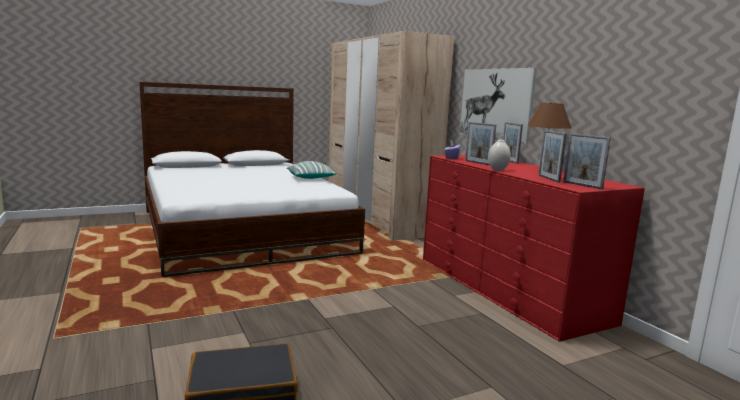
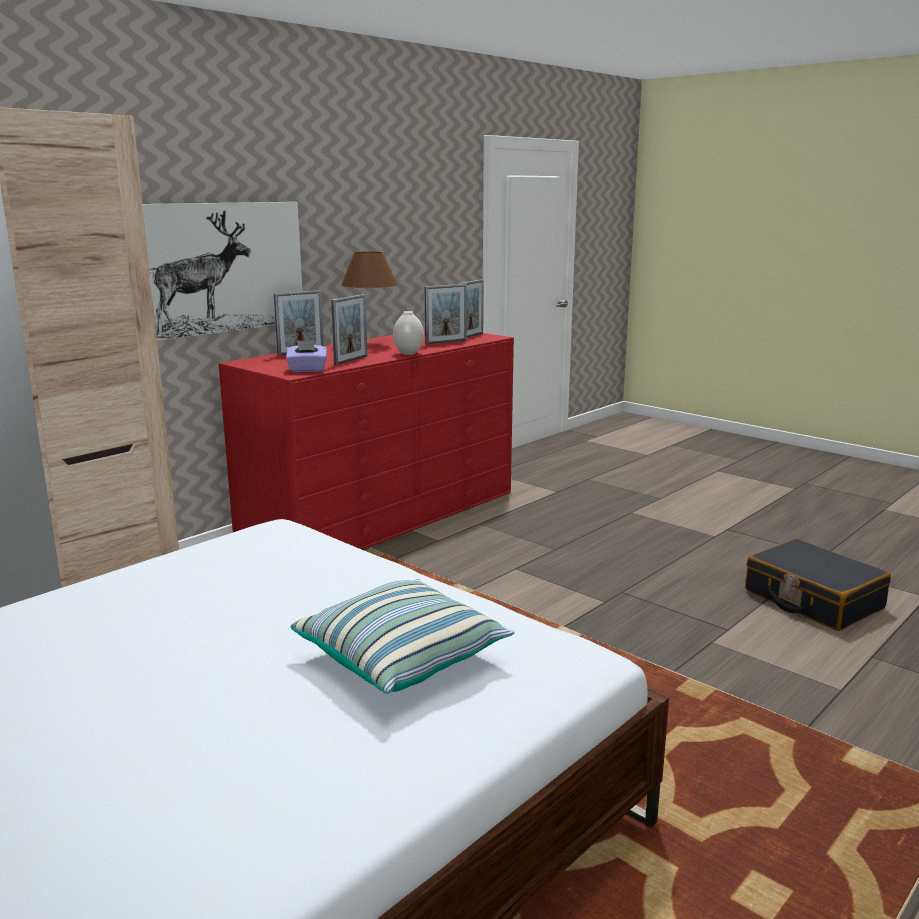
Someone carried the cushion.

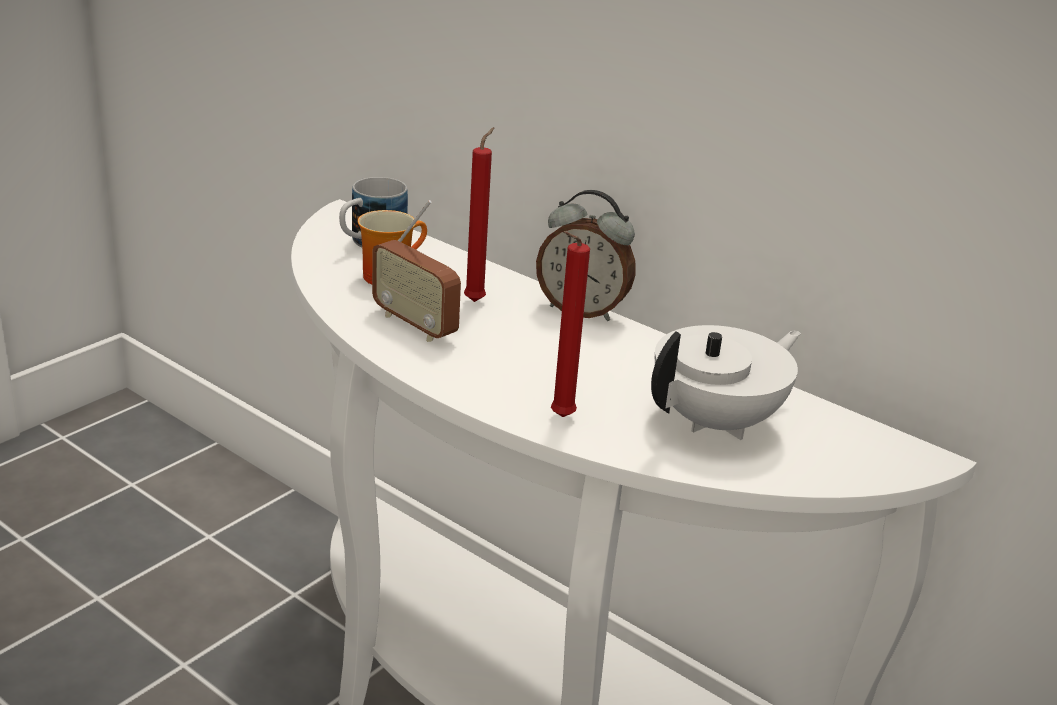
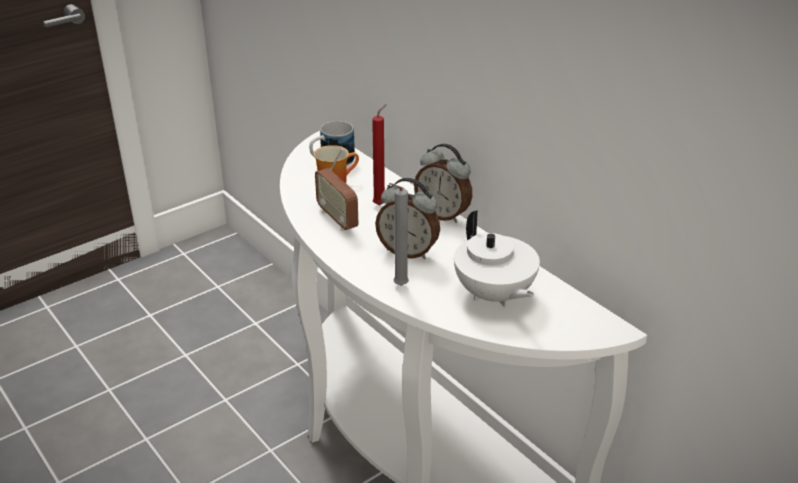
Someone repainted the wax candle/red (2nd from left), which became the wax candle/greyish.
Someone rotated the teapot/whitish by 90 degrees clockwise.
Someone put down the table clock (1st from left).

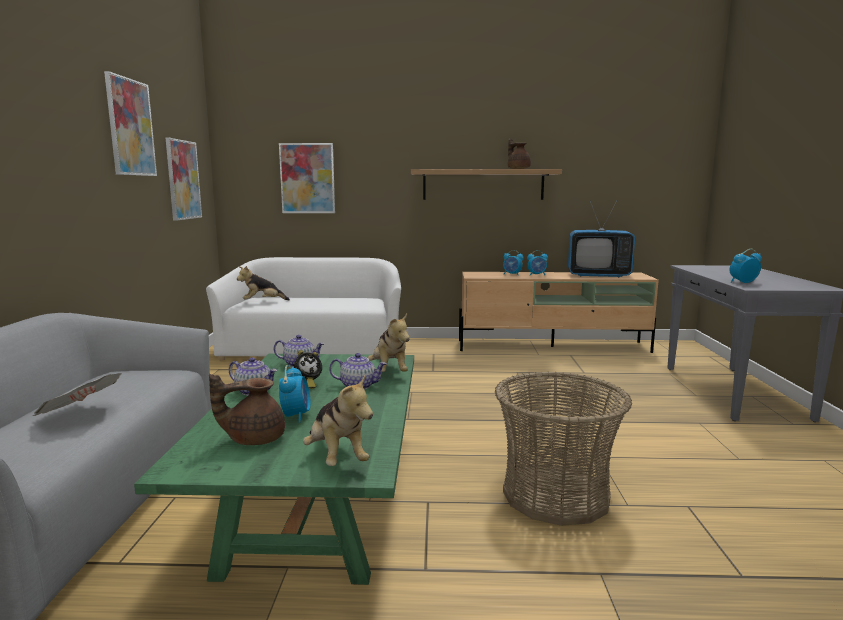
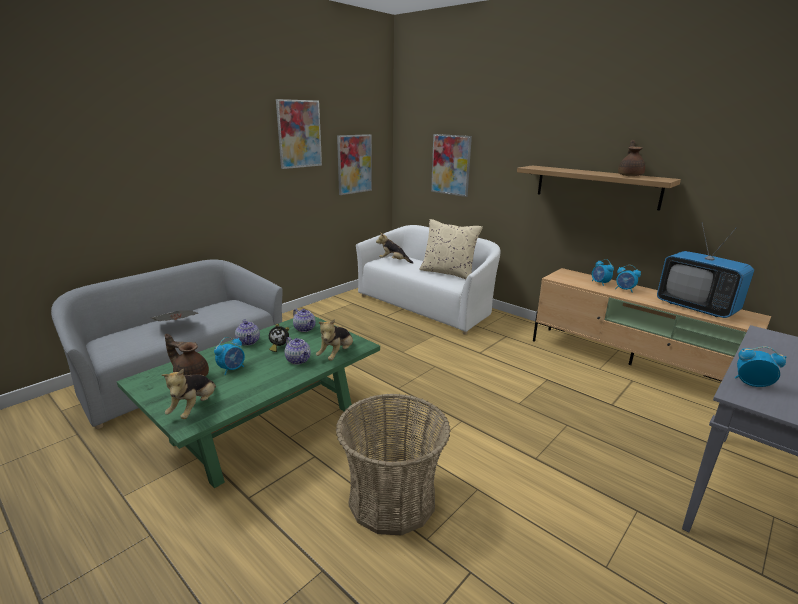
Someone put down the cushion/beige-coloured.

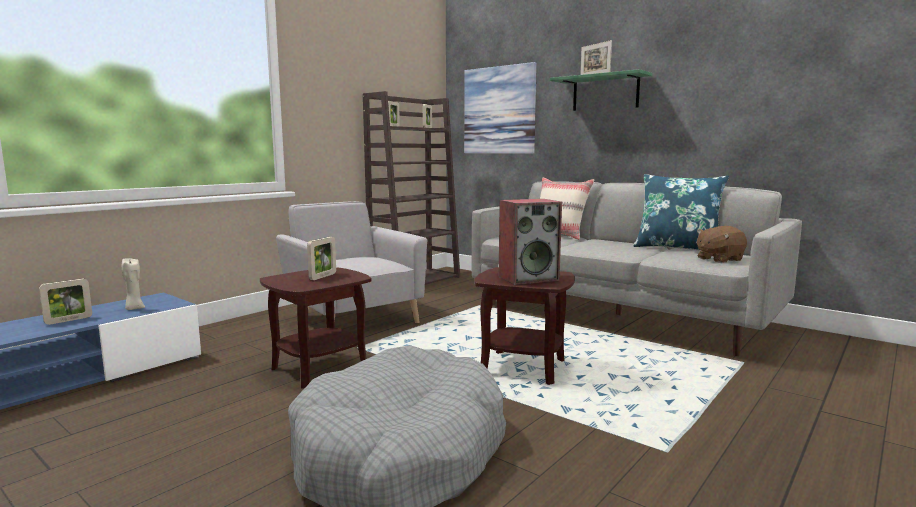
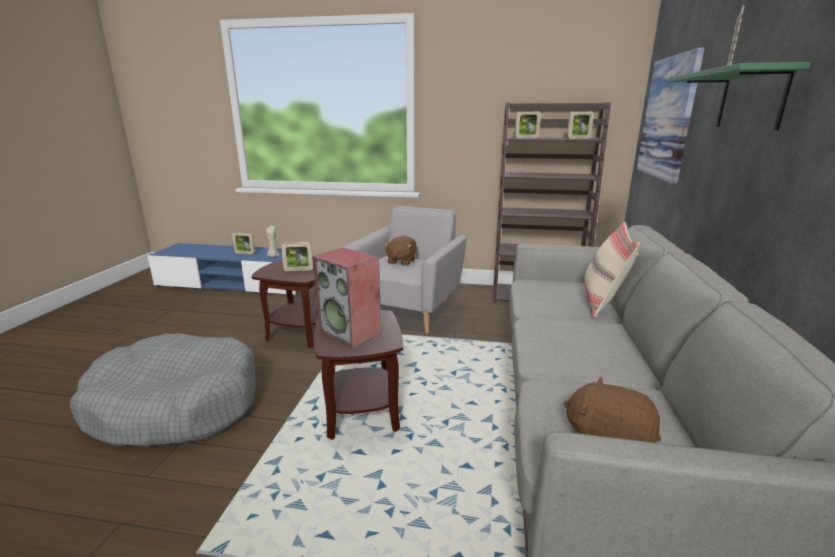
Someone took away the cushion/blue-coloured.
Someone put down the cuddly toy/brownish (1st from left).

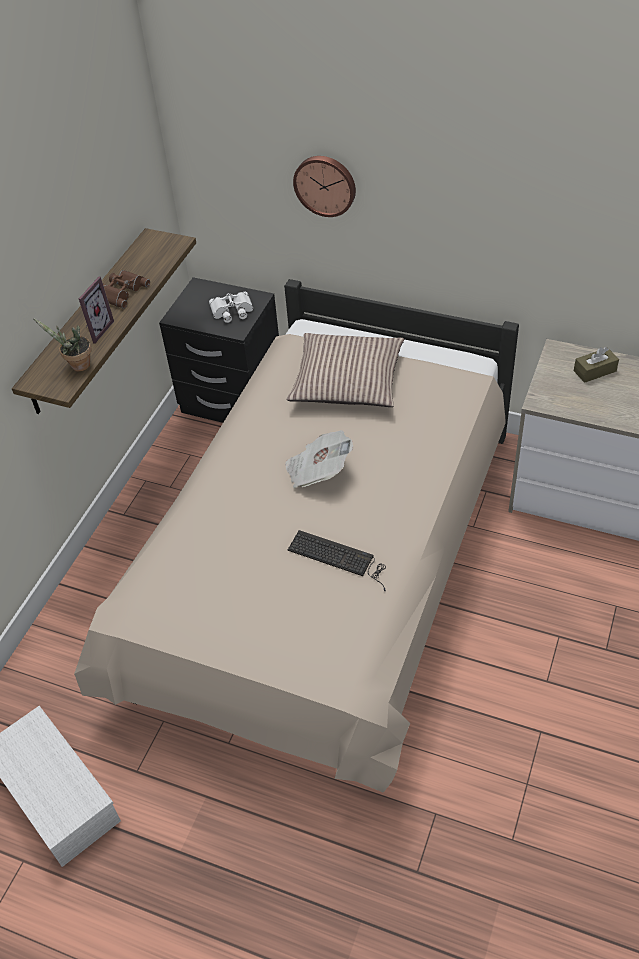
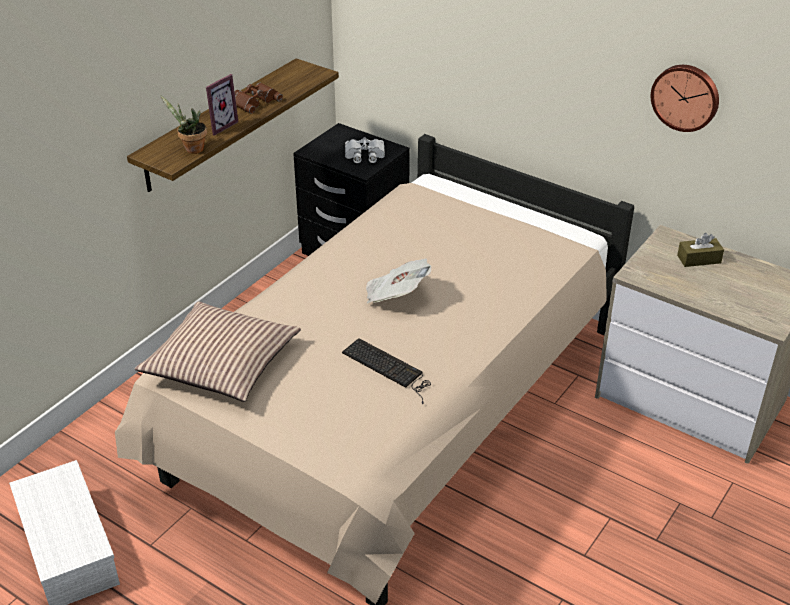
Someone carried the cushion.
Someone carried the wall clock.

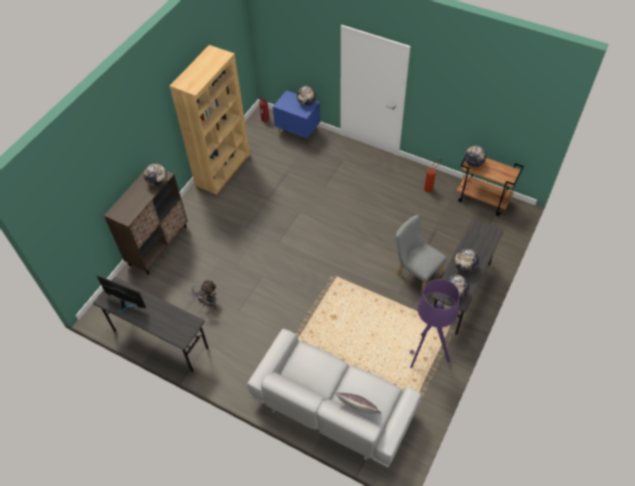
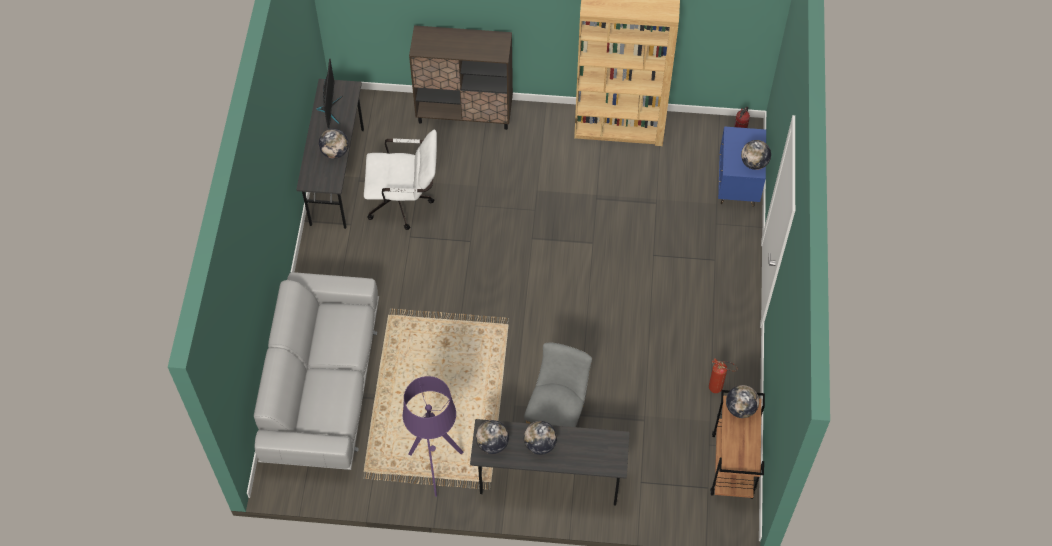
Someone carried the desk globe (1st from left).
Someone swapped the cooling fan/greyish for the desk chair/whitish.
Someone took away the cushion/greyish.

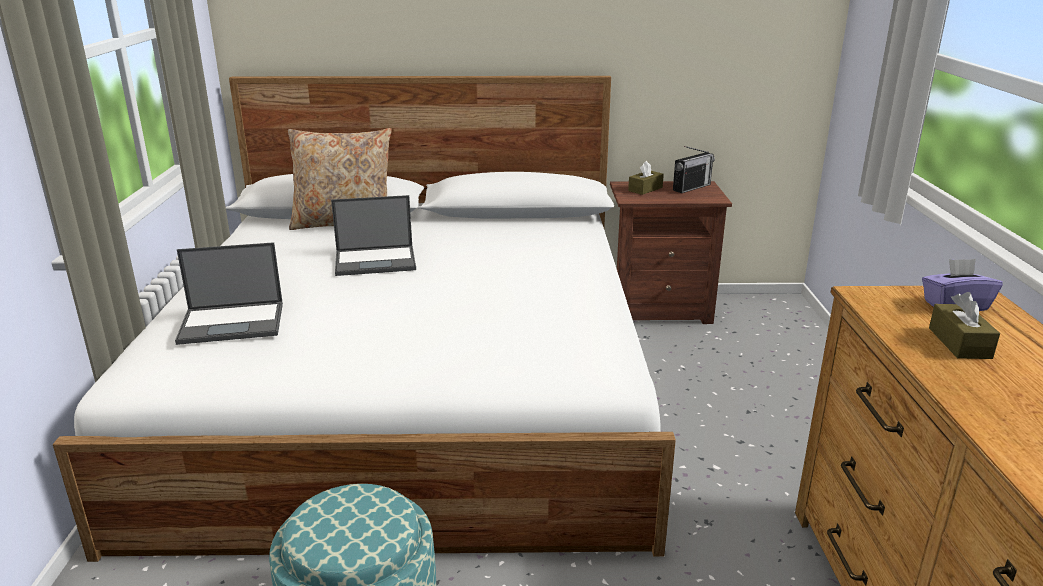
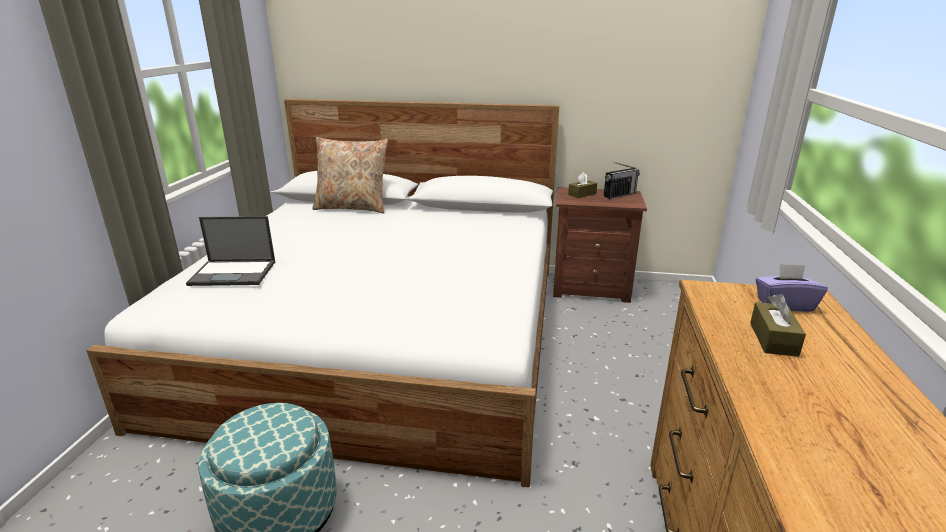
Someone took away the portable computer (2nd from left).

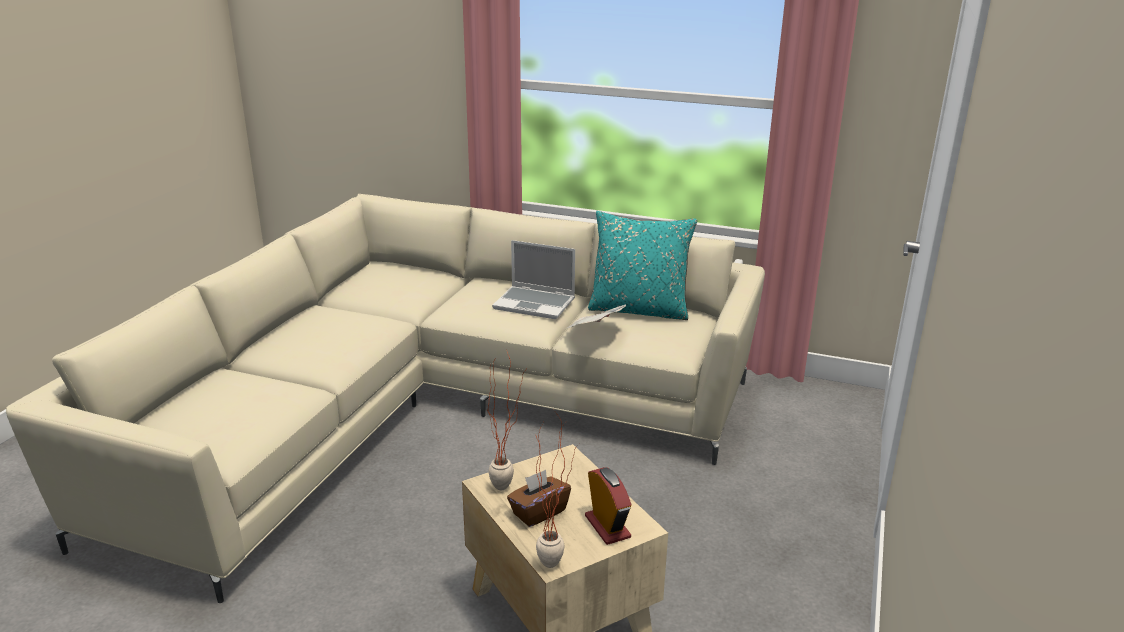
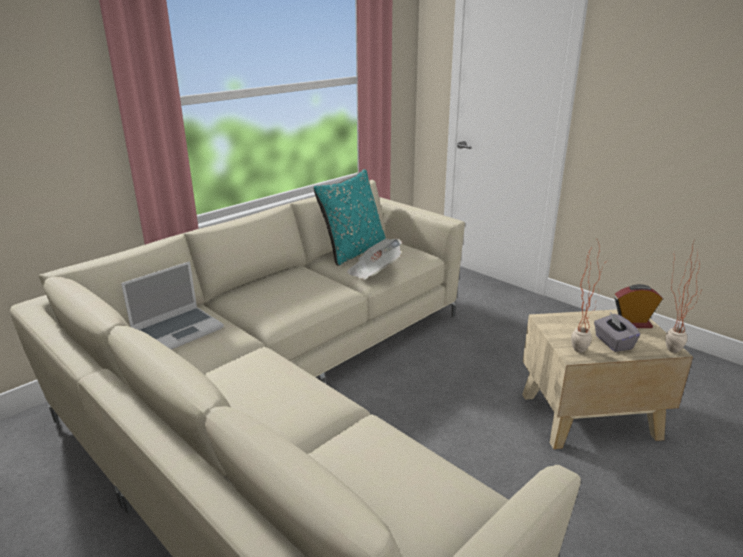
Someone carried the portable computer.
Someone repainted the tissue box/brownish, which became the tissue box/greyish.

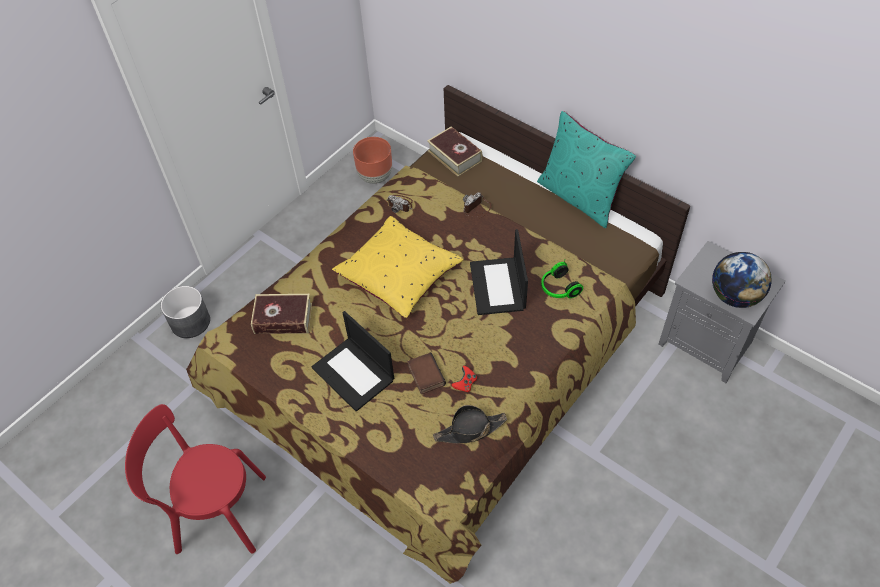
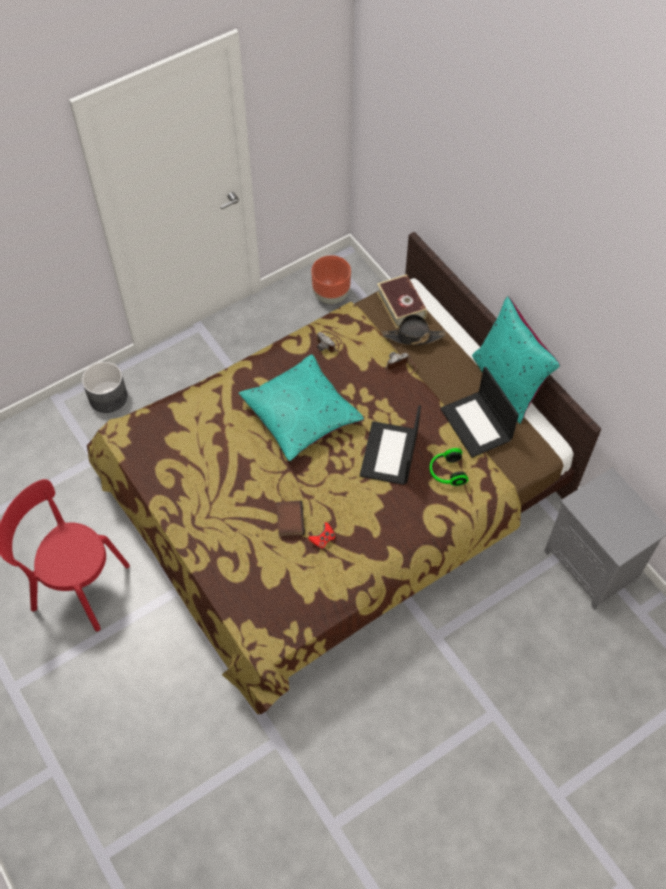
Someone took away the book (1st from left).
Someone carried the portable computer (1st from left in the first image).
Someone repainted the cushion/yellow, which became the cushion/blue-green (1st from left).
Someone carried the wearable hat/black.
Someone took away the desk globe.

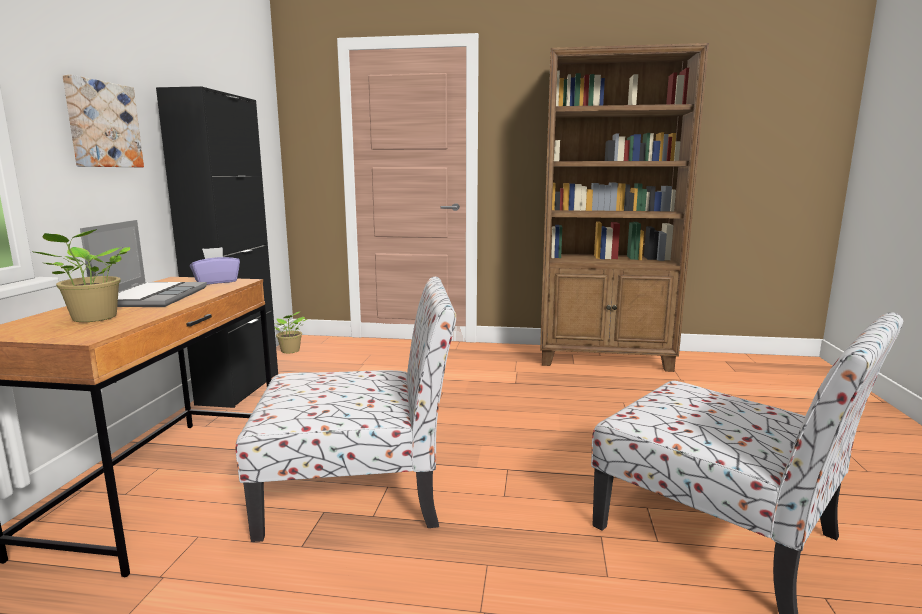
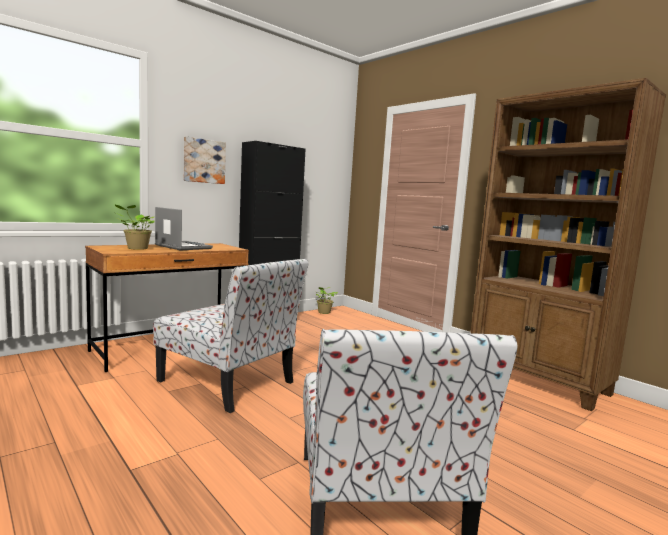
Someone rotated the portable computer by 90 degrees counterclockwise.
Someone took away the tissue box/purple-coloured.

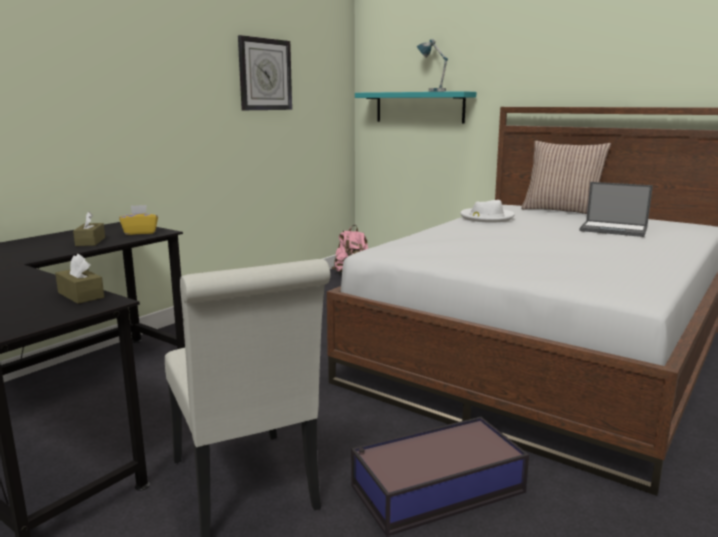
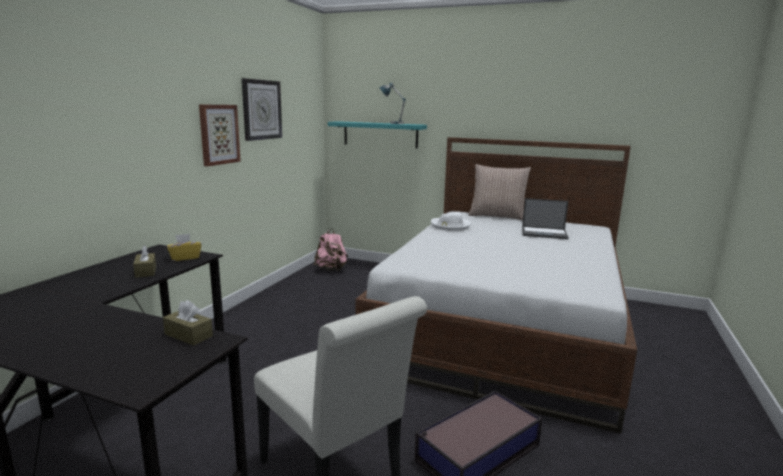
Someone put up the picture.

